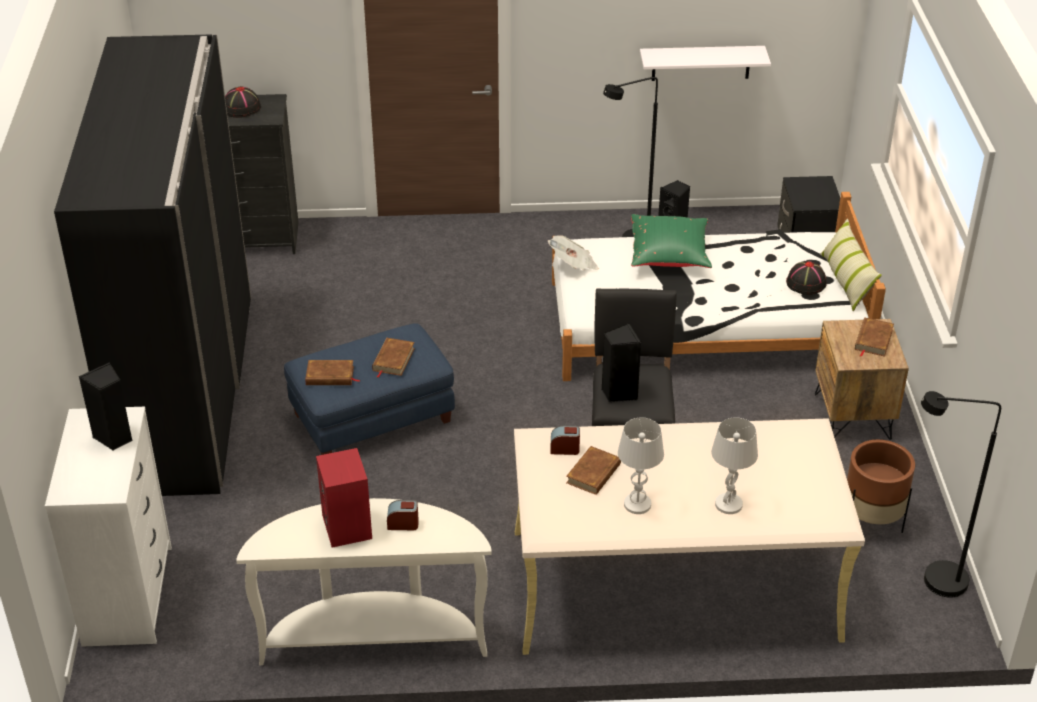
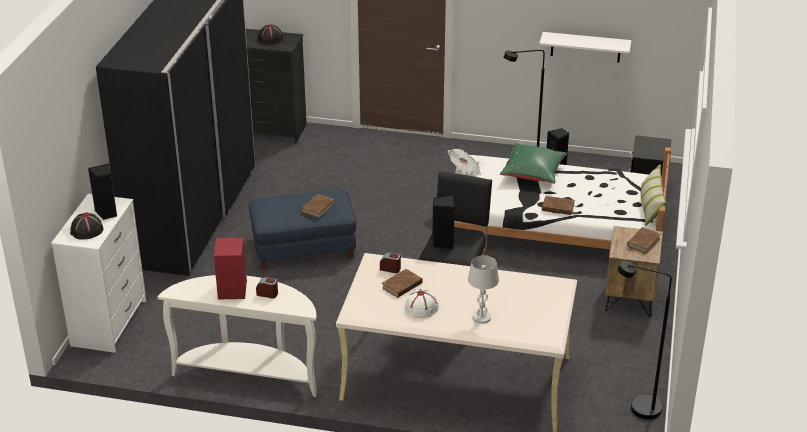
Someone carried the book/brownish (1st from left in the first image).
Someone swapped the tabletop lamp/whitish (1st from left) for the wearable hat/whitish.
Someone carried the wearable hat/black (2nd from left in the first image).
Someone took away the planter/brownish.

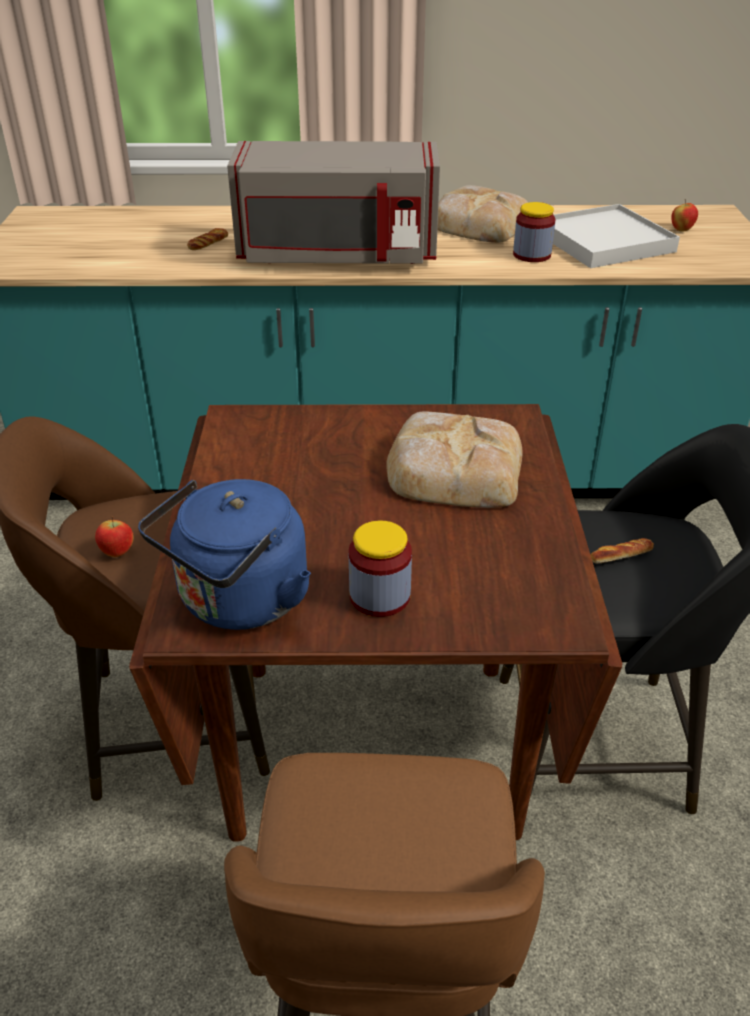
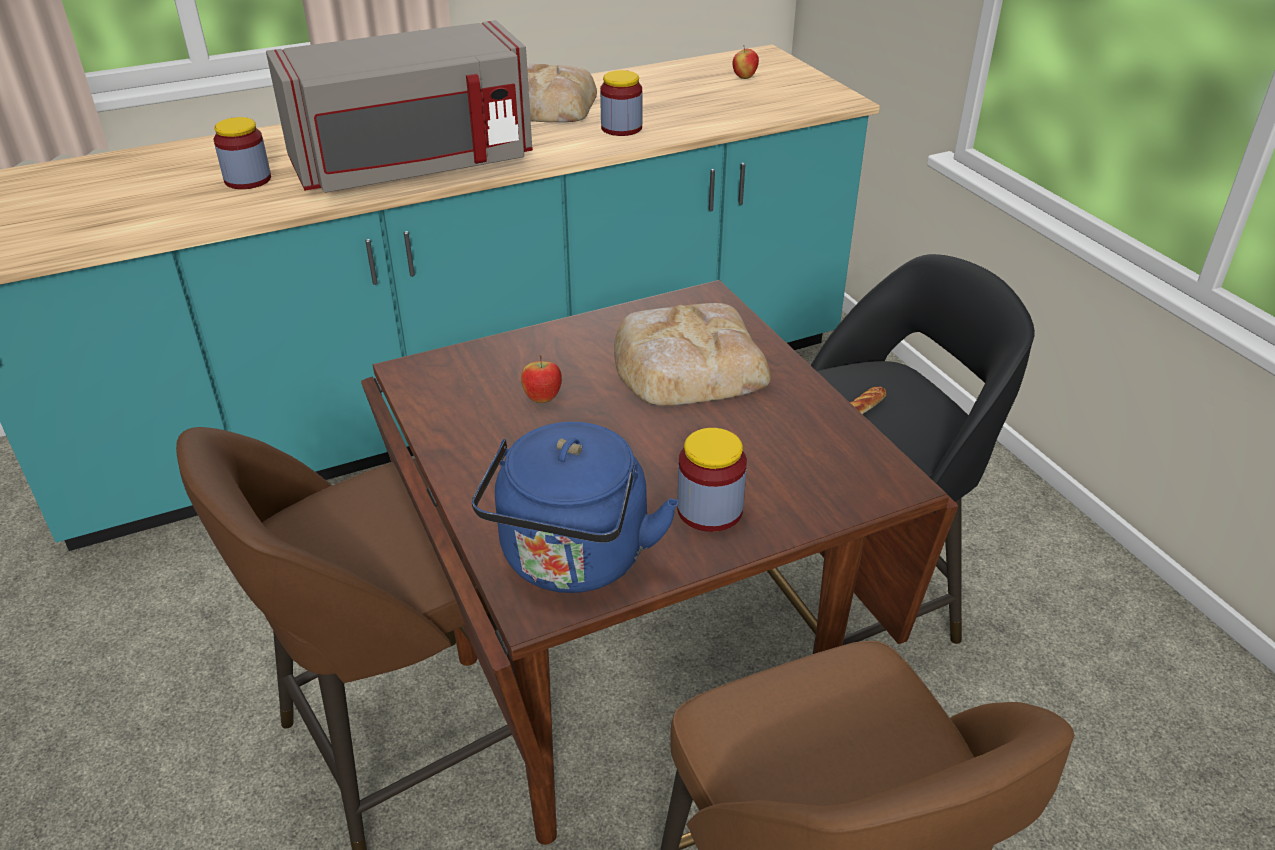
Someone carried the apple fruit (1st from left).
Someone swapped the baked bread (1st from left) for the preserve jar (1st from left).
Someone took away the tray/whitish.

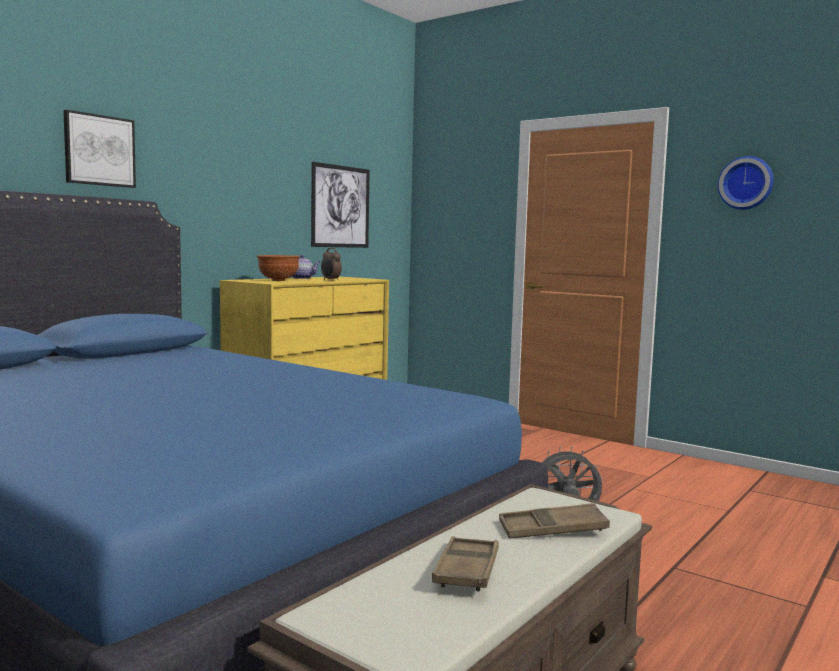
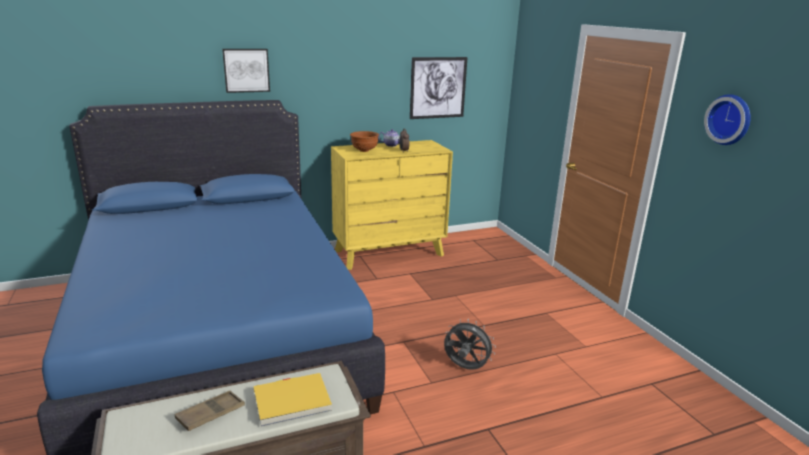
Someone swapped the tray/brownish (2nd from left) for the book/yellow.

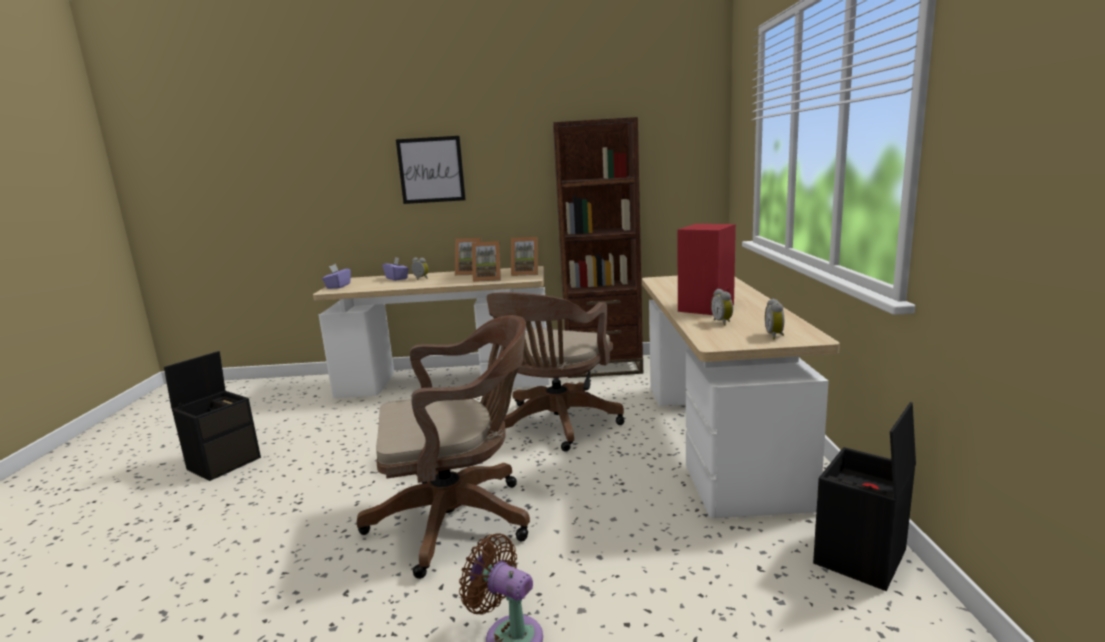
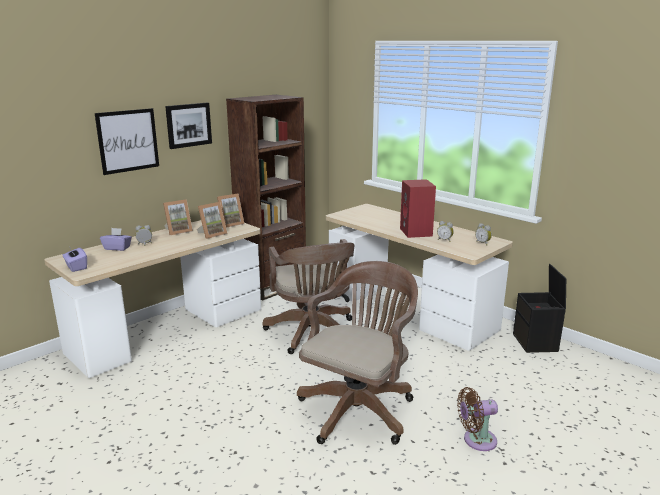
Someone took away the storage box/black (1st from left).
Someone put up the picture (2nd from left).

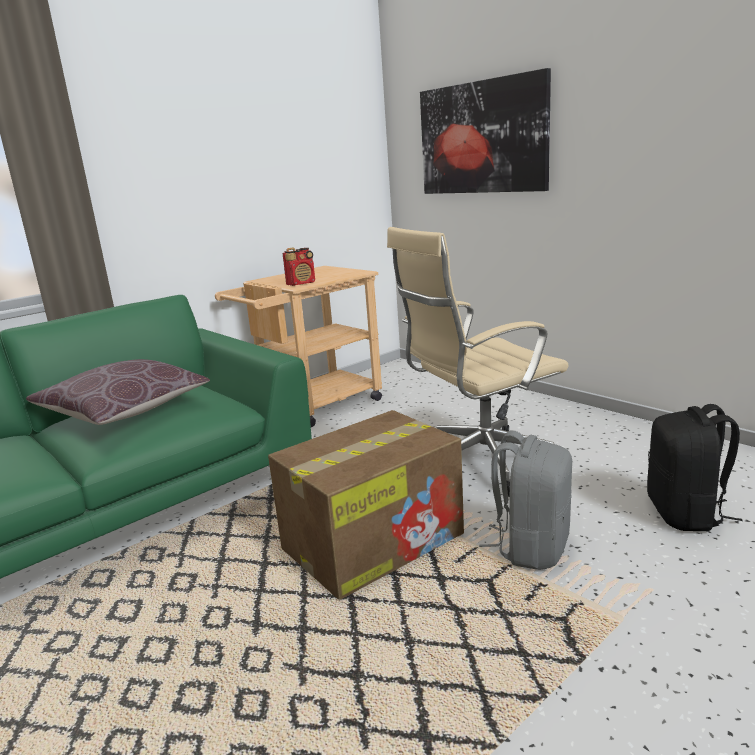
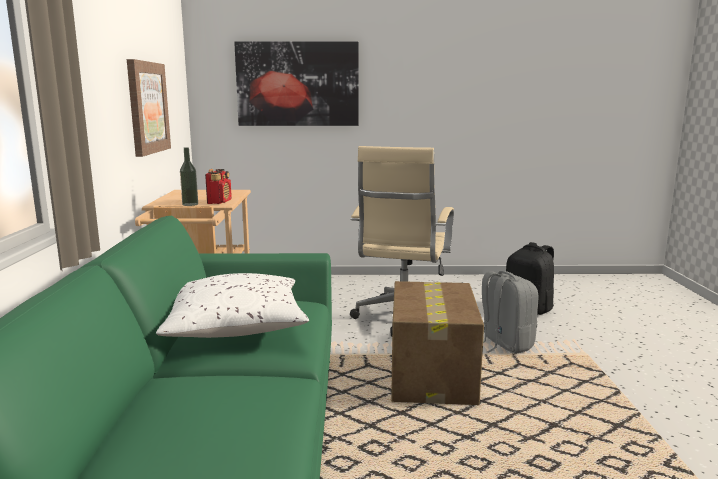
Someone repainted the cushion/brownish, which became the cushion/whitish.
Someone put up the picture (1st from left).
Someone put down the beverage bottle.

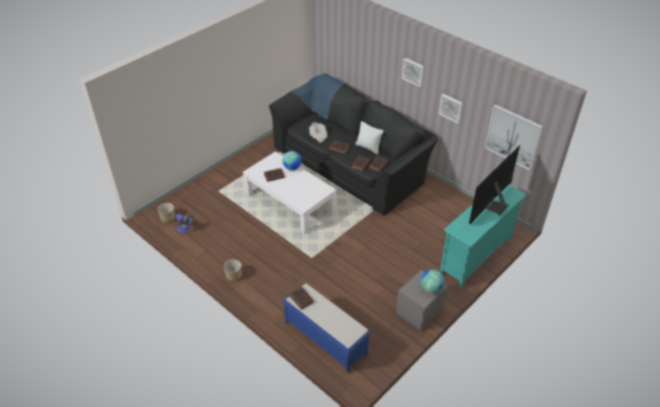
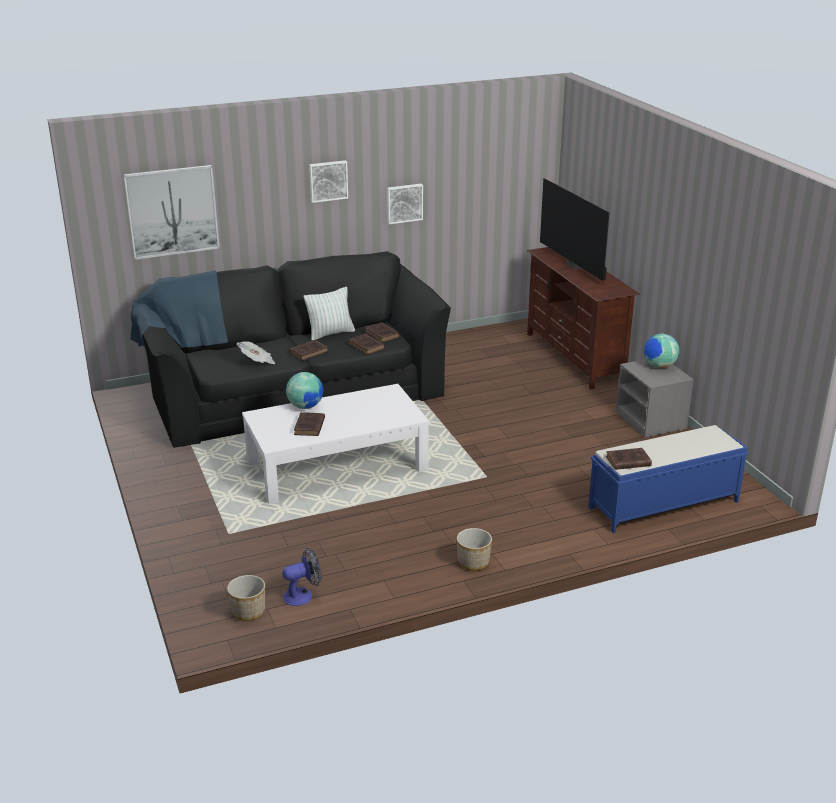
Someone repainted the media console/blue-green, which became the media console/brownish.
Someone carried the picture (3rd from left in the first image).

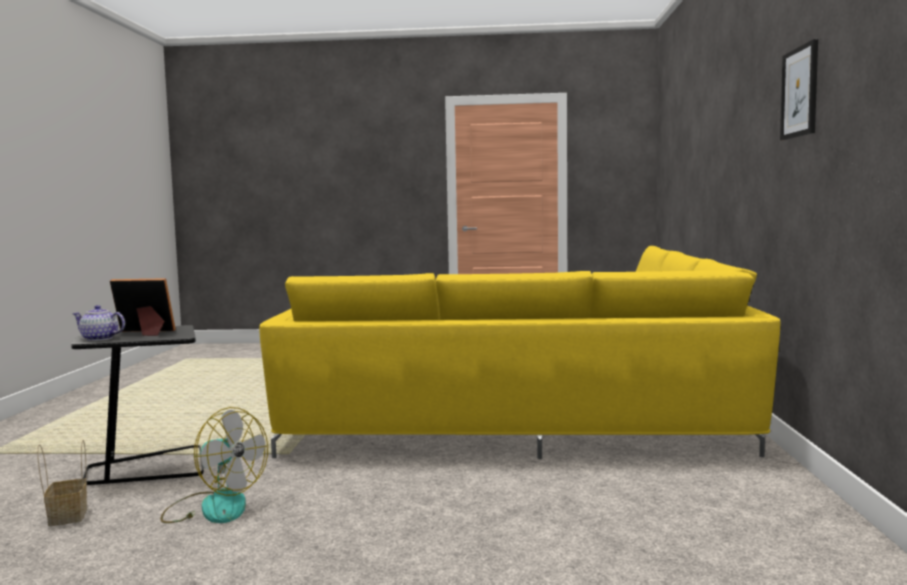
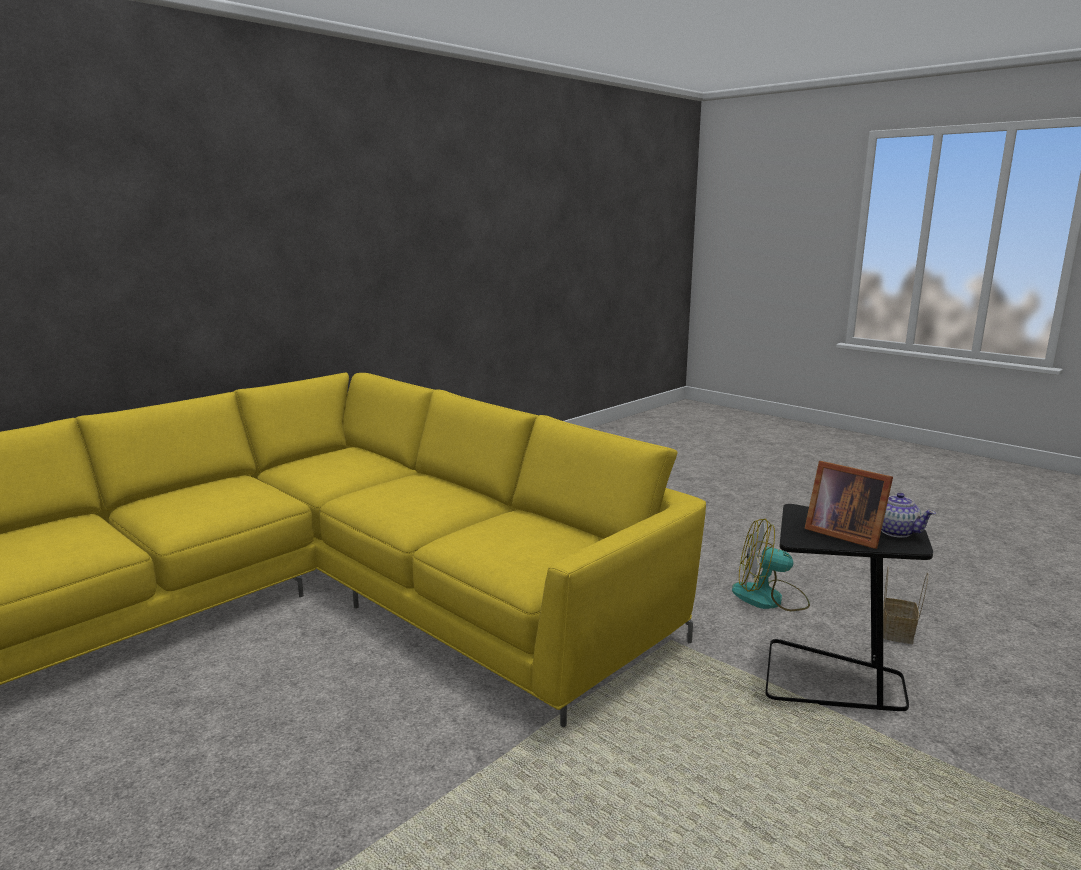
Someone rotated the cooling fan by 60 degrees counterclockwise.
Someone took away the picture.

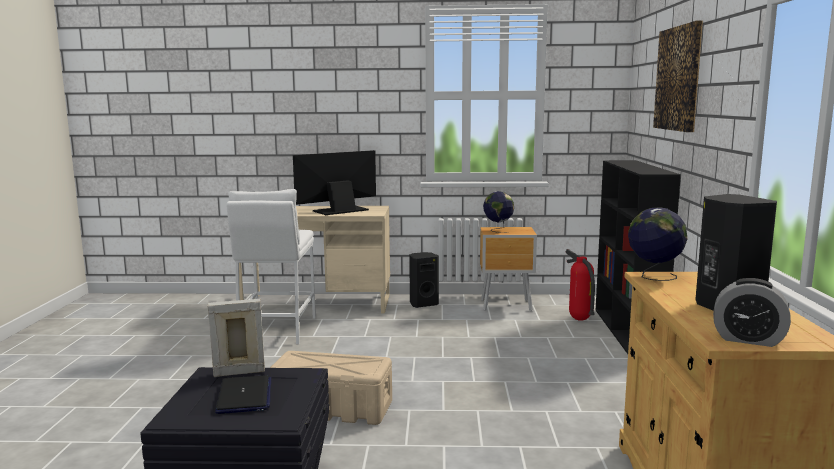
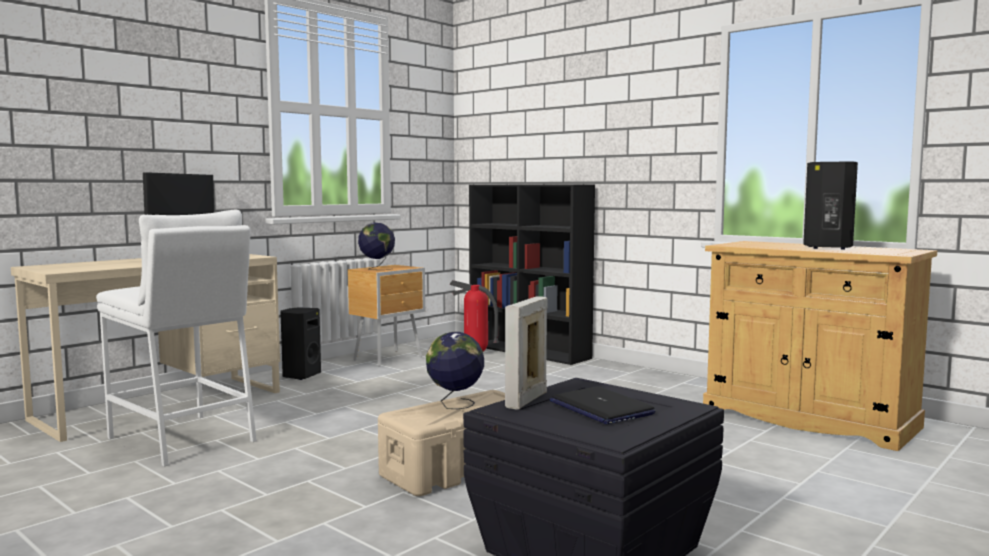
Someone rotated the portable computer by 150 degrees counterclockwise.
Someone carried the desk globe (2nd from left).
Someone took away the picture.
Someone took away the table clock.

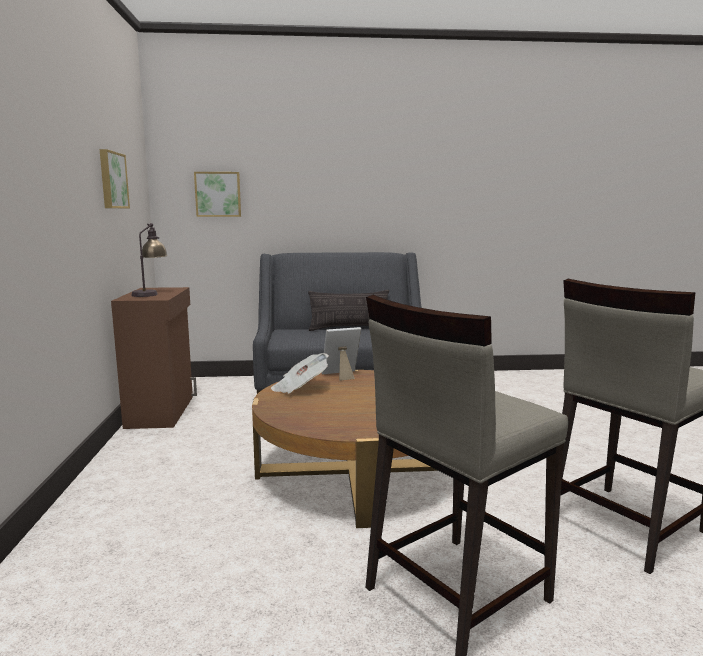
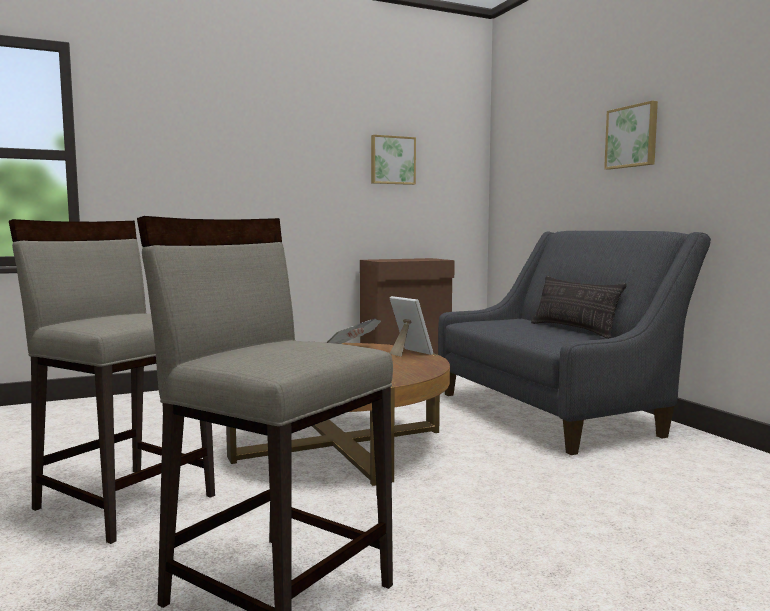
Someone took away the tabletop lamp.
Someone carried the picture (2nd from left).

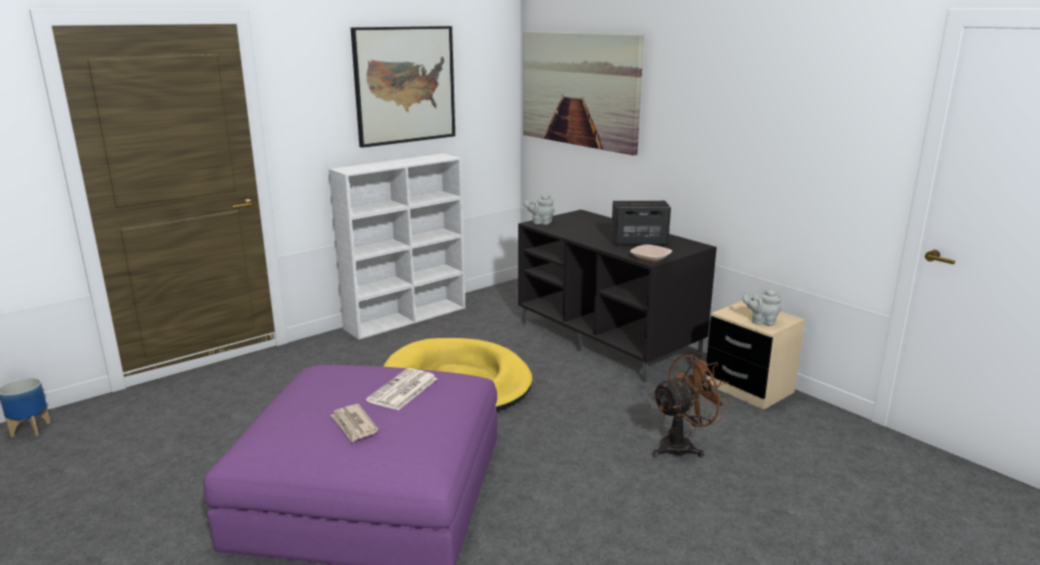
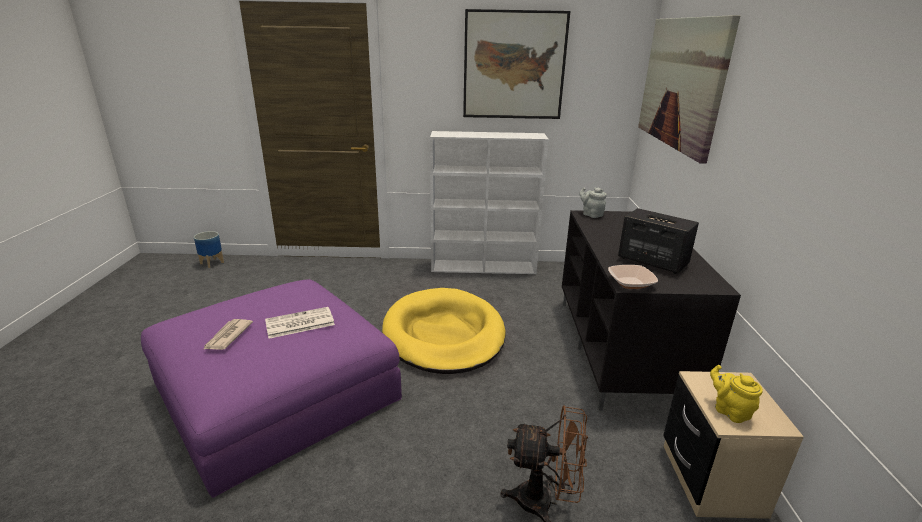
Someone repainted the teapot/greyish (2nd from left), which became the teapot/yellow.

